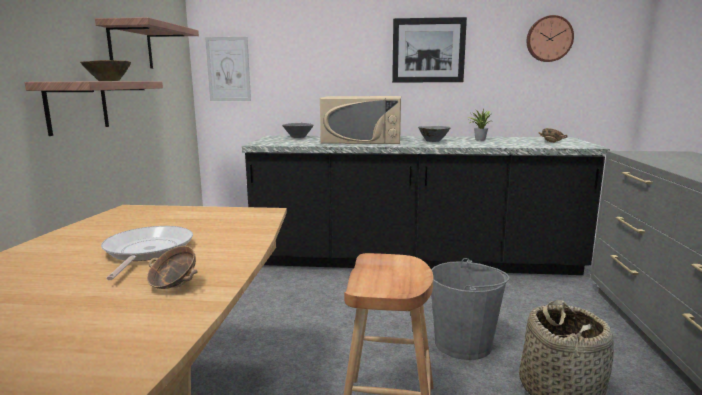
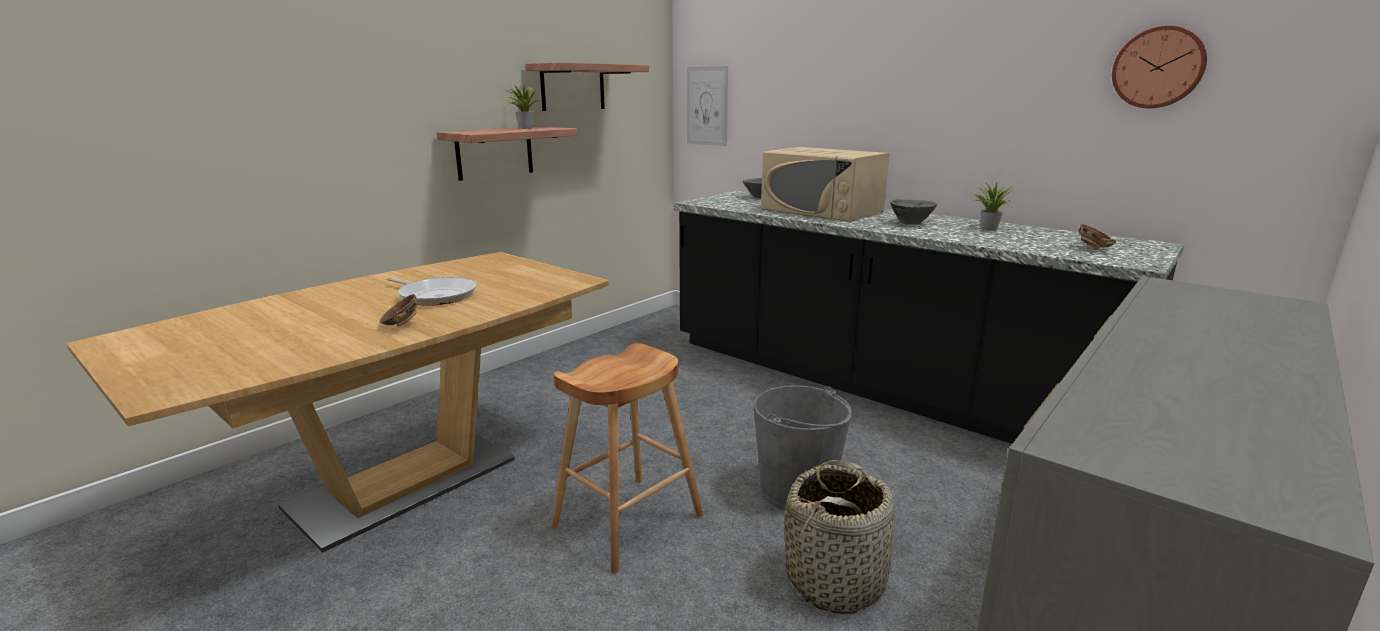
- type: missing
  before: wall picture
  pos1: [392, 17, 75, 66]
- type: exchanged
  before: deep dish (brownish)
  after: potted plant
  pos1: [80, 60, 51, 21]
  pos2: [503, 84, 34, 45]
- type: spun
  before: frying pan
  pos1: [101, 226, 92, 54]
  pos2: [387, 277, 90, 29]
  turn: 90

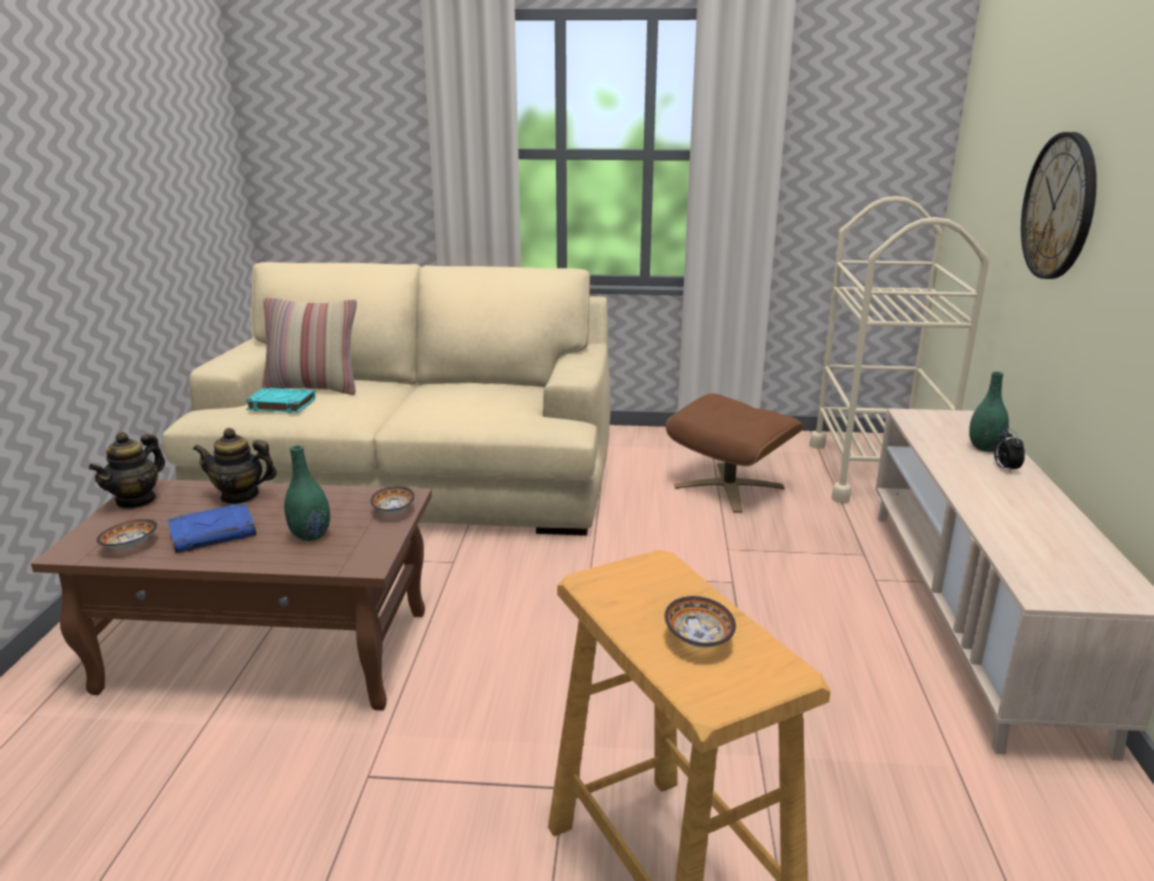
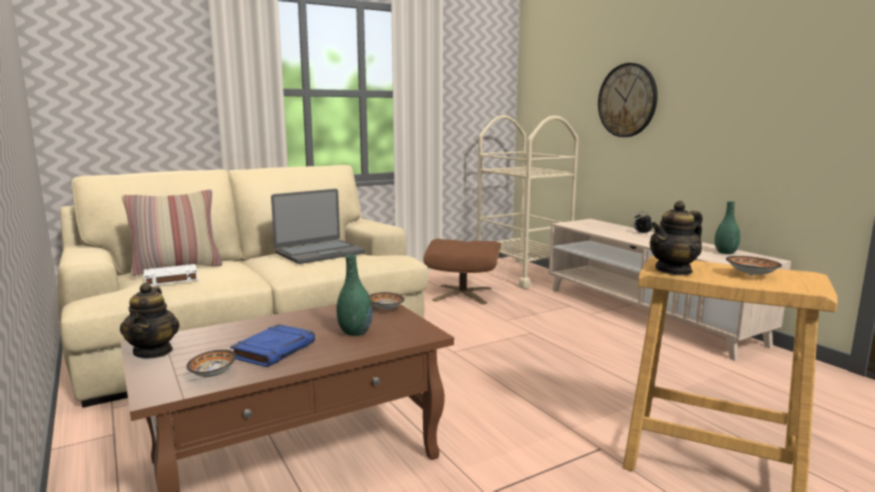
- type: appeared
  after: notebook computer
  pos2: [271, 189, 94, 75]
- type: relocated
  before: tea pot
  pos1: [193, 428, 84, 76]
  pos2: [650, 201, 53, 74]
- type: relocated
  before: decorative vase (green)
  pos1: [969, 372, 40, 80]
  pos2: [715, 201, 26, 53]
- type: colour
  before: bound book (turquoise)
  after: bound book (whitish)
  pos1: [245, 388, 70, 25]
  pos2: [144, 264, 55, 22]

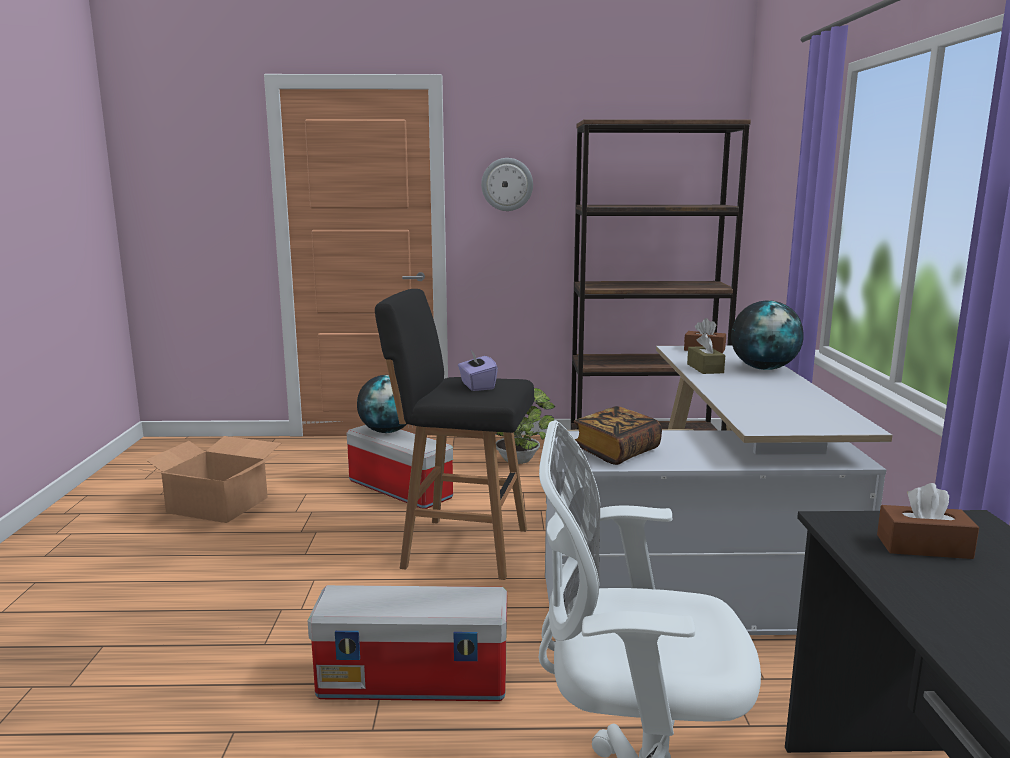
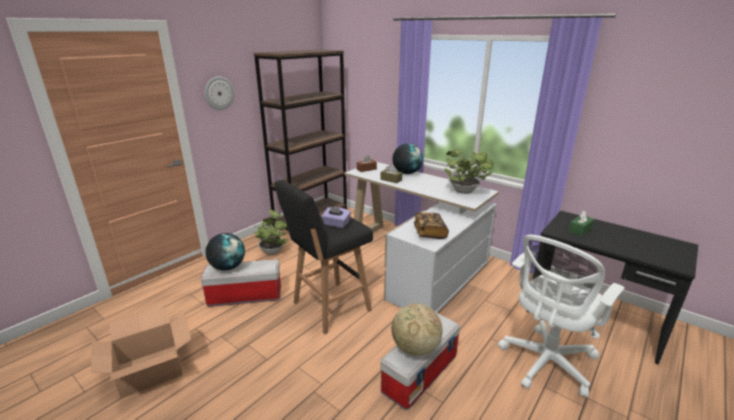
- type: appeared
  after: world globe
  pos2: [392, 303, 50, 53]
- type: appeared
  after: potted plant
  pos2: [444, 150, 49, 44]
- type: colour
  before: box of tissues (brownish)
  after: box of tissues (green)
  pos1: [877, 483, 102, 76]
  pos2: [568, 210, 27, 26]

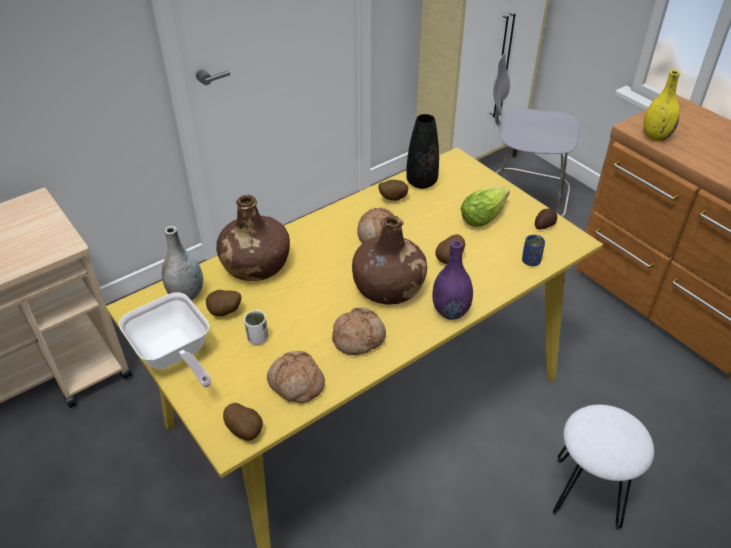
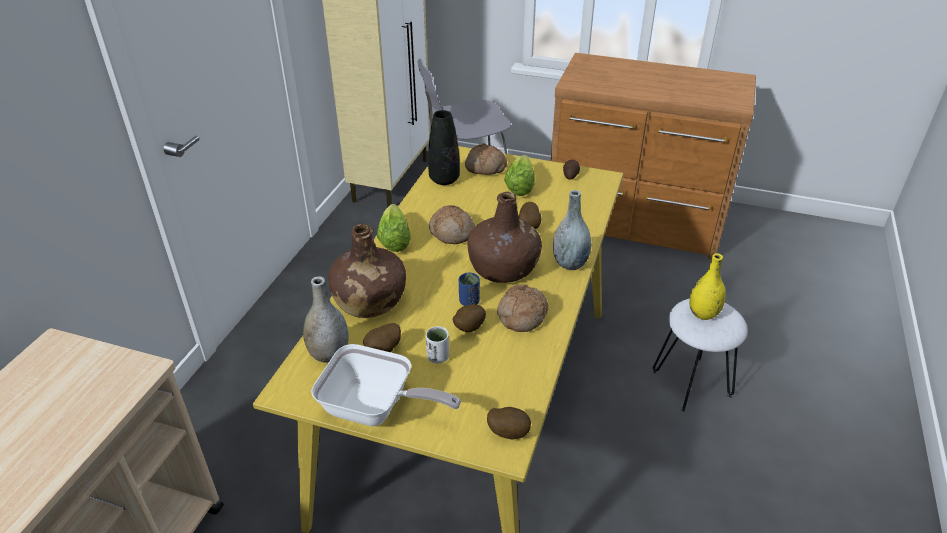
- type: appeared
  after: lettuce head
  pos2: [377, 204, 34, 48]
- type: relocated
  before: bakery bread
  pos1: [267, 351, 58, 52]
  pos2: [465, 143, 42, 32]
- type: relocated
  before: whole potato
  pos1: [379, 180, 29, 21]
  pos2: [453, 304, 33, 28]
- type: relocated
  before: drinking cup (blue-coloured)
  pos1: [522, 235, 23, 31]
  pos2: [459, 272, 21, 34]
- type: relocated
  before: decorative vase (yellow-coloured)
  pos1: [643, 70, 37, 71]
  pos2: [689, 253, 37, 67]
- type: colour
  before: decorative vase (purplish)
  after: decorative vase (grey)
  pos1: [432, 240, 41, 80]
  pos2: [553, 190, 38, 80]

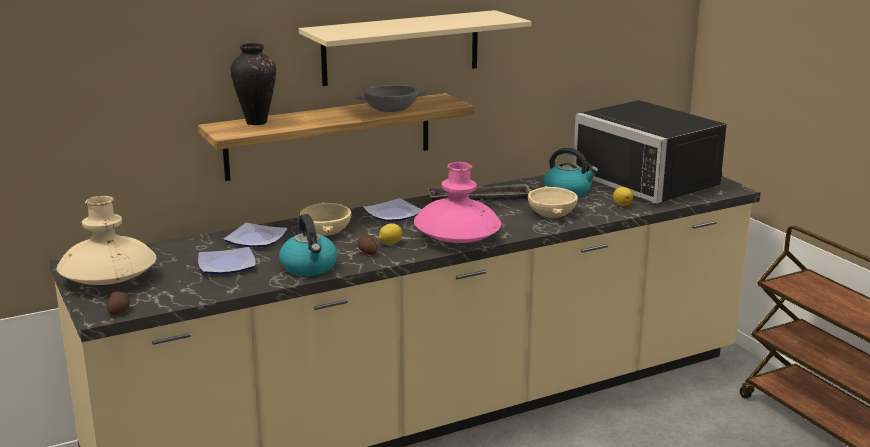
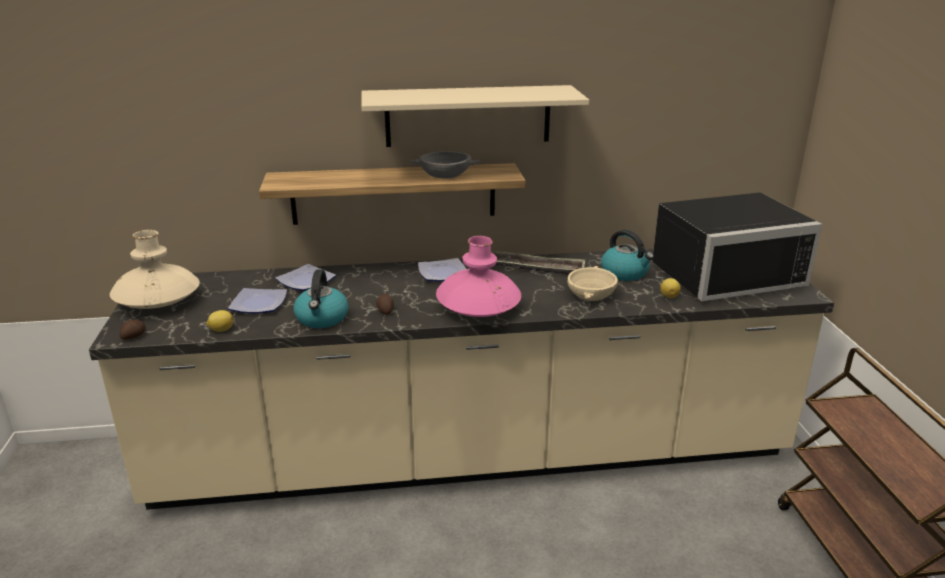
- type: missing
  before: decorative vase
  pos1: [230, 43, 46, 82]
- type: missing
  before: deep dish (sand-coloured)
  pos1: [299, 202, 53, 34]
- type: relocated
  before: whole lemon
  pos1: [378, 223, 24, 22]
  pos2: [206, 310, 27, 22]
- type: spun
  before: kitchen microwave (black)
  pos1: [573, 100, 154, 103]
  pos2: [652, 193, 170, 108]
  turn: -90

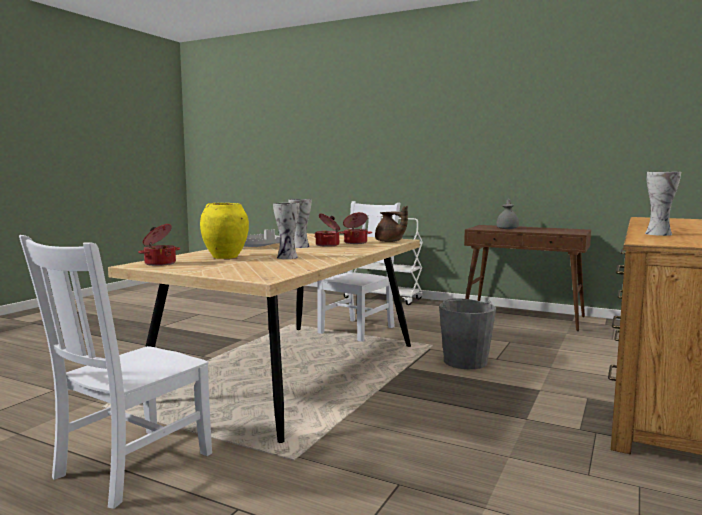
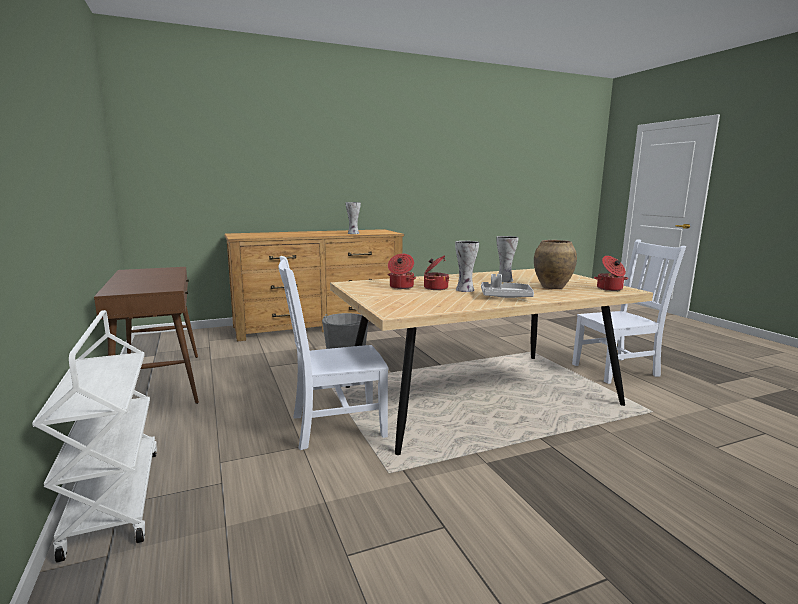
- type: missing
  before: tea pot (brownish)
  pos1: [375, 206, 33, 36]
- type: missing
  before: tea pot (grey)
  pos1: [497, 199, 22, 30]
- type: colour
  before: decorative vase (yellow-coloured)
  after: decorative vase (brownish)
  pos1: [200, 203, 49, 56]
  pos2: [534, 240, 43, 49]

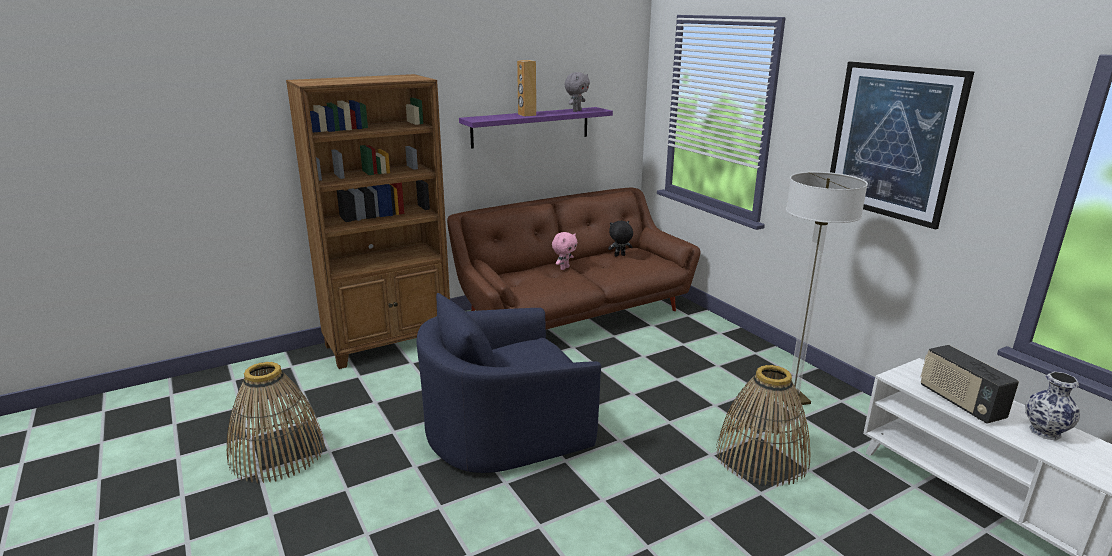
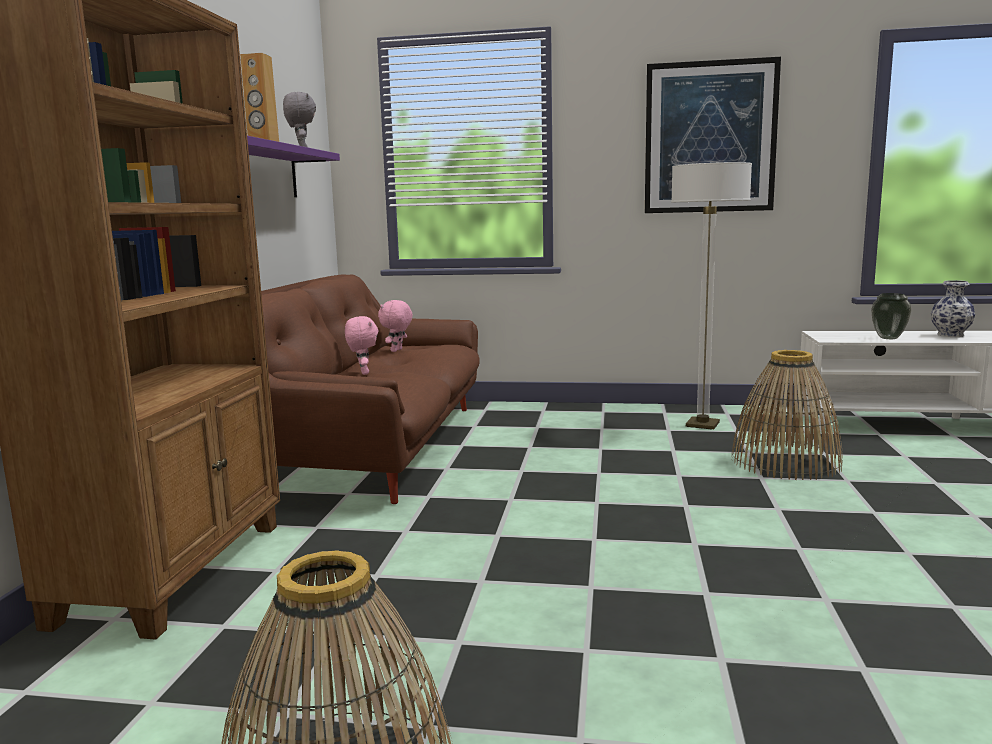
- type: missing
  before: armchair (blue-coloured)
  pos1: [417, 293, 184, 180]
- type: exchanged
  before: radio set
  after: decorative vase
  pos1: [921, 345, 98, 79]
  pos2: [871, 293, 40, 46]
- type: colour
  before: plush toy (black)
  after: plush toy (pink-coloured)
  pos1: [608, 221, 25, 35]
  pos2: [378, 300, 35, 52]

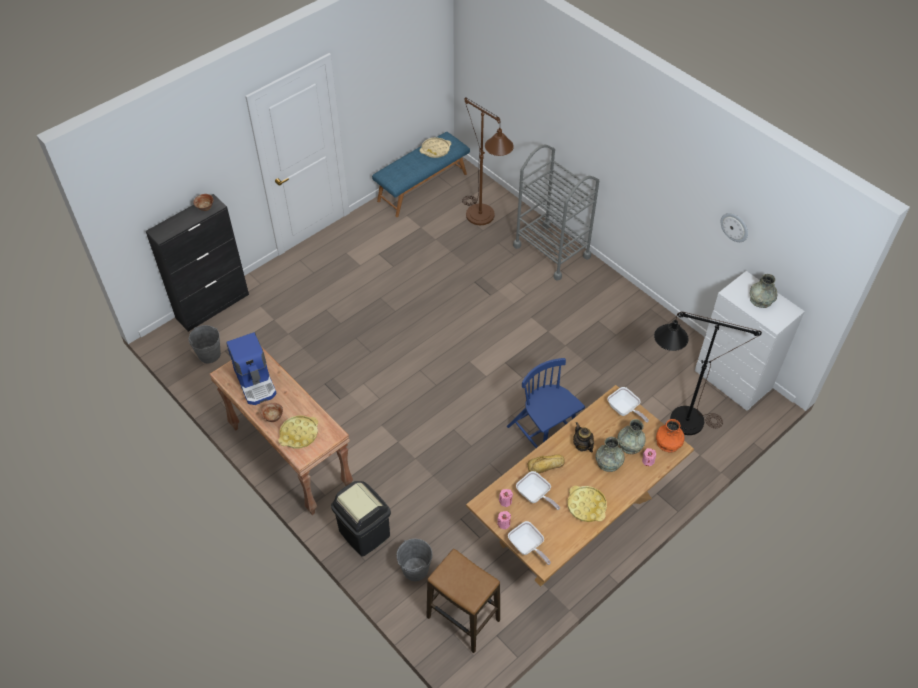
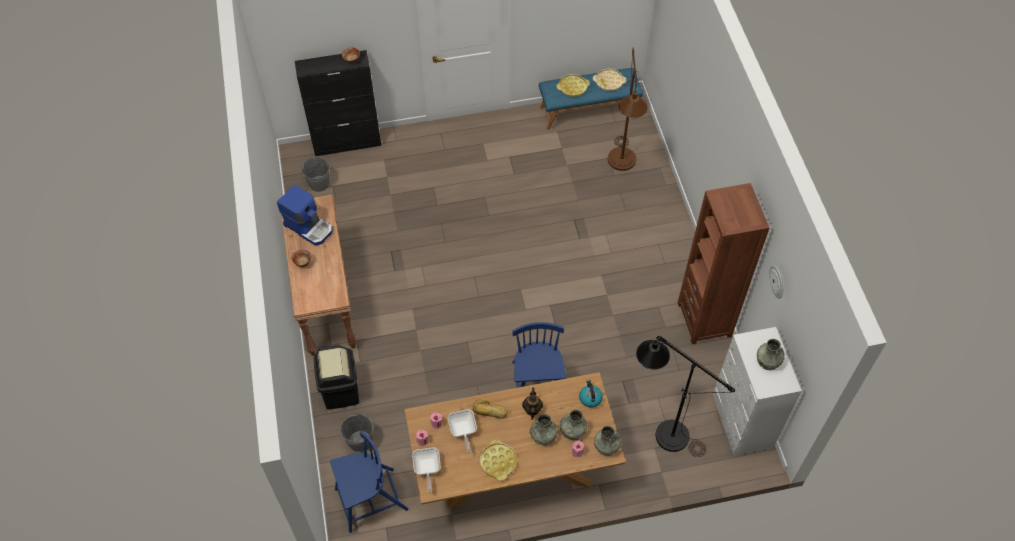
- type: missing
  before: wheeled cart (grey)
  pos1: [513, 144, 86, 137]
- type: appeared
  after: bookshelf (brownish)
  pos2: [678, 183, 91, 161]
- type: relocated
  before: tray (yellow-coloured)
  pos1: [279, 415, 39, 33]
  pos2: [556, 74, 34, 23]
- type: exchanged
  before: stool
  after: chair (blue-coloured)
  pos1: [426, 549, 74, 104]
  pos2: [330, 431, 78, 102]
- type: exchanged
  before: frying pan
  after: kettle
  pos1: [607, 387, 42, 36]
  pos2: [579, 379, 24, 29]
- type: colour
  before: decorative vase (orange-coloured)
  after: decorative vase (grey)
  pos1: [656, 419, 28, 34]
  pos2: [594, 426, 28, 30]
- type: spun
  before: coffee machine
  pos1: [226, 332, 51, 73]
  pos2: [277, 184, 56, 62]
  turn: -60

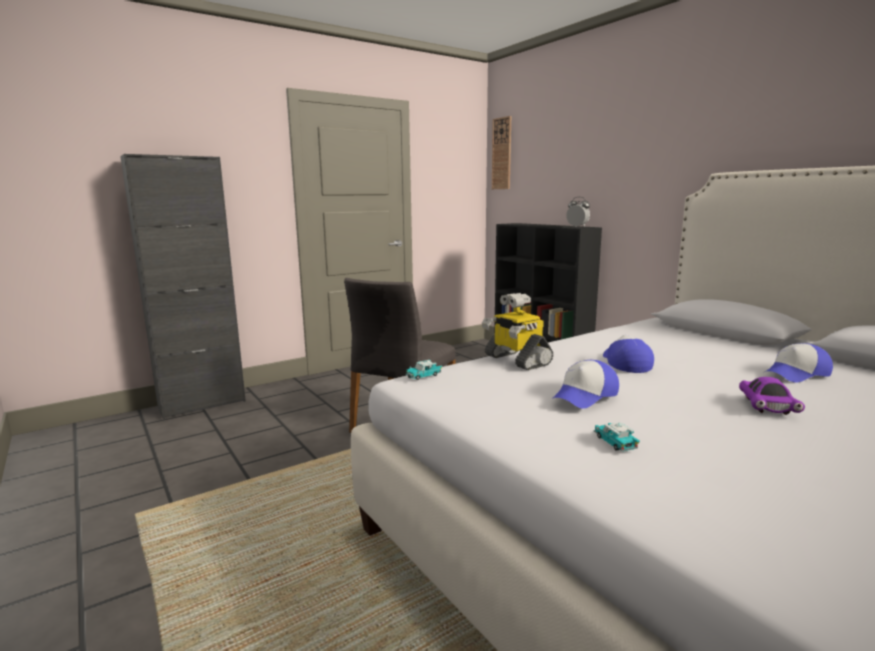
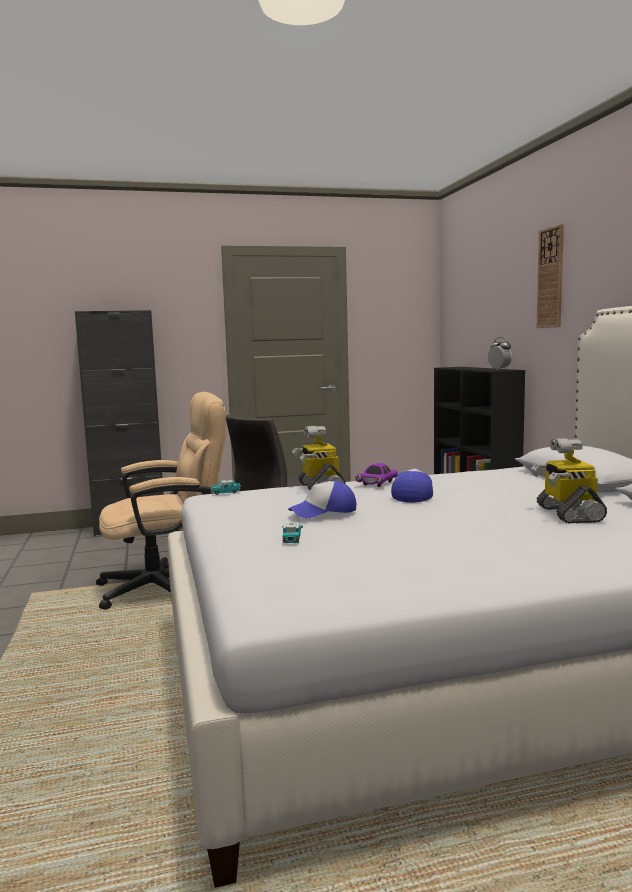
- type: appeared
  after: office chair (sand-coloured)
  pos2: [96, 392, 130, 218]
- type: relocated
  before: wall clock
  pos1: [492, 116, 19, 73]
  pos2: [537, 224, 27, 104]
- type: relocated
  before: toy car (purplish)
  pos1: [739, 377, 66, 38]
  pos2: [355, 463, 43, 24]
- type: exchanged
  before: peaked cap
  after: robot figure
  pos1: [765, 343, 68, 40]
  pos2: [531, 438, 76, 86]

